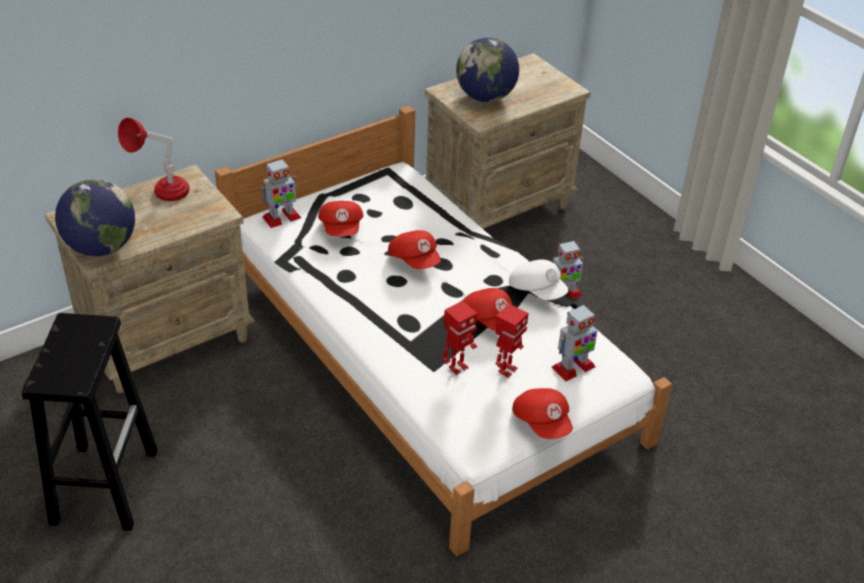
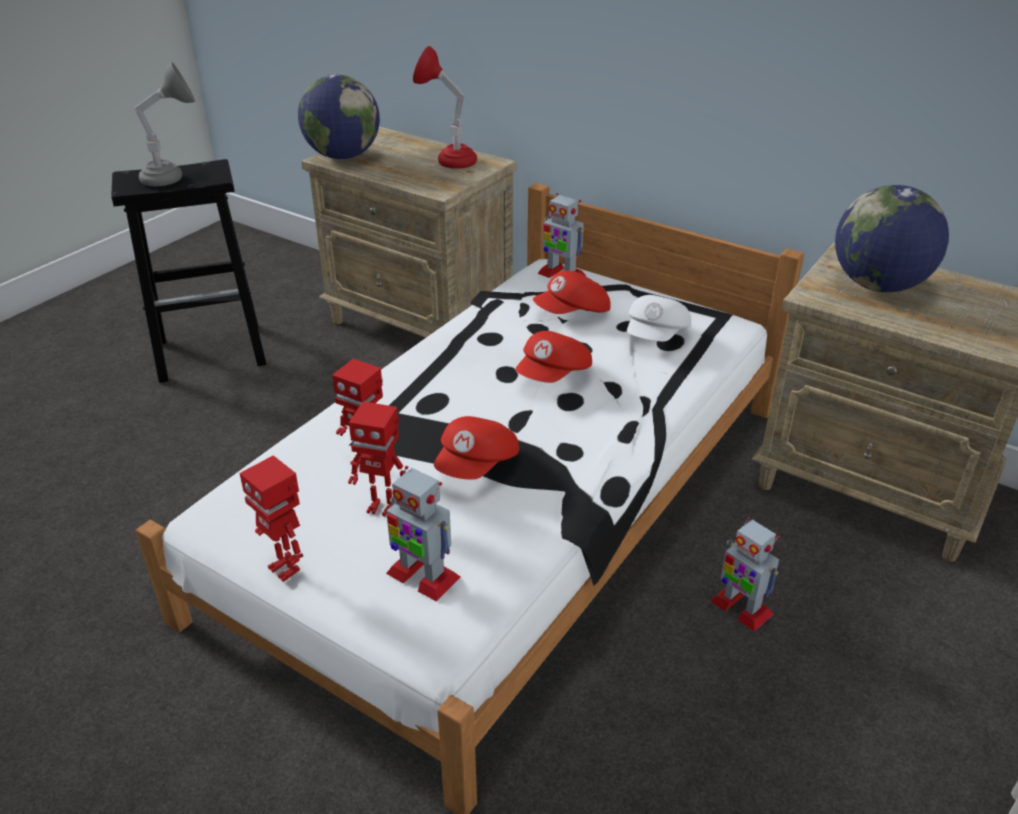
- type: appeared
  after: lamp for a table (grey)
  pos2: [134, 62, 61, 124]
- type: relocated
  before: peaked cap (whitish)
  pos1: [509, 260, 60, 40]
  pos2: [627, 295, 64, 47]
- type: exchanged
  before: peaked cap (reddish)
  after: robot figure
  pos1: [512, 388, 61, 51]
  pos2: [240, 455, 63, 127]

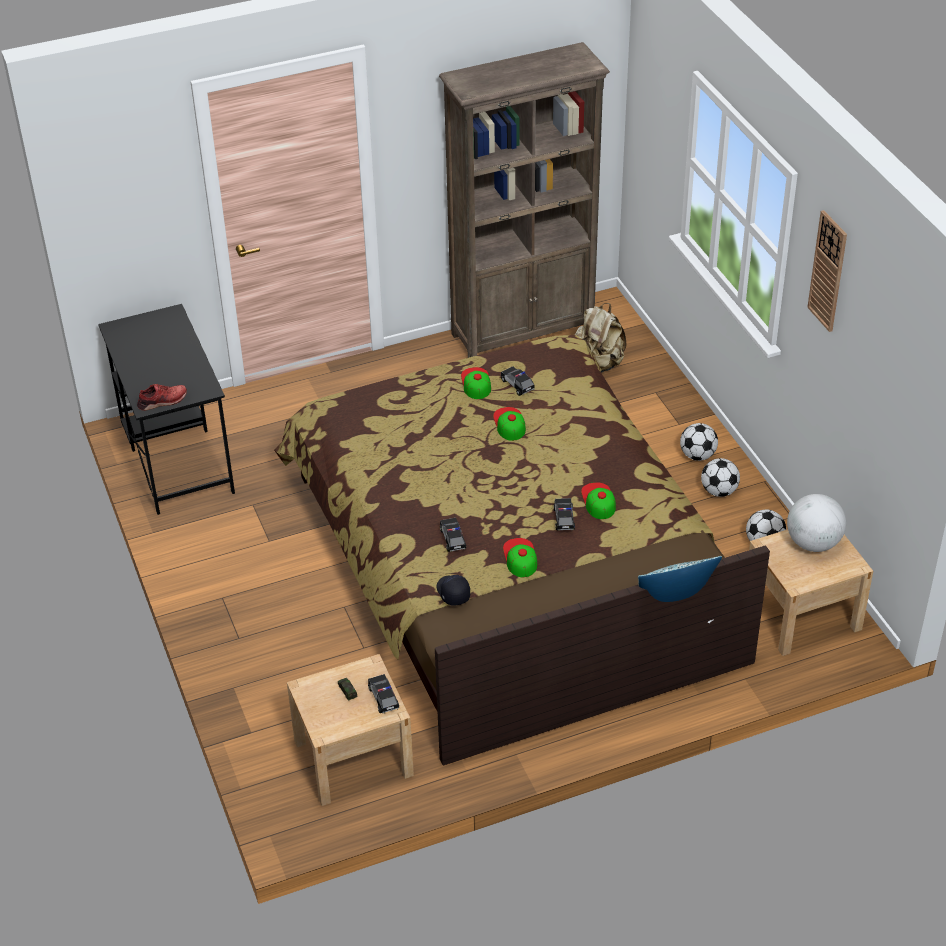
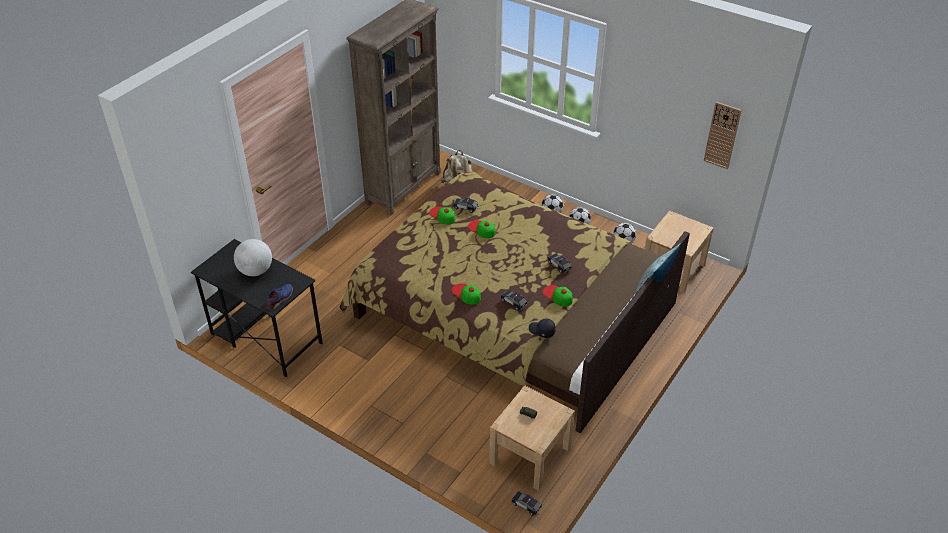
- type: relocated
  before: toy car
  pos1: [368, 674, 31, 40]
  pos2: [511, 491, 31, 25]
- type: relocated
  before: peaked cap
  pos1: [581, 482, 35, 37]
  pos2: [452, 283, 29, 22]
- type: relocated
  before: world globe
  pos1: [787, 494, 59, 58]
  pos2: [234, 239, 38, 37]
- type: relocated
  before: wall clock
  pos1: [807, 210, 40, 122]
  pos2: [704, 102, 37, 67]
- type: colour
  before: low shoe (reddish)
  after: low shoe (blue-coloured)
  pos1: [137, 384, 50, 27]
  pos2: [266, 284, 27, 26]

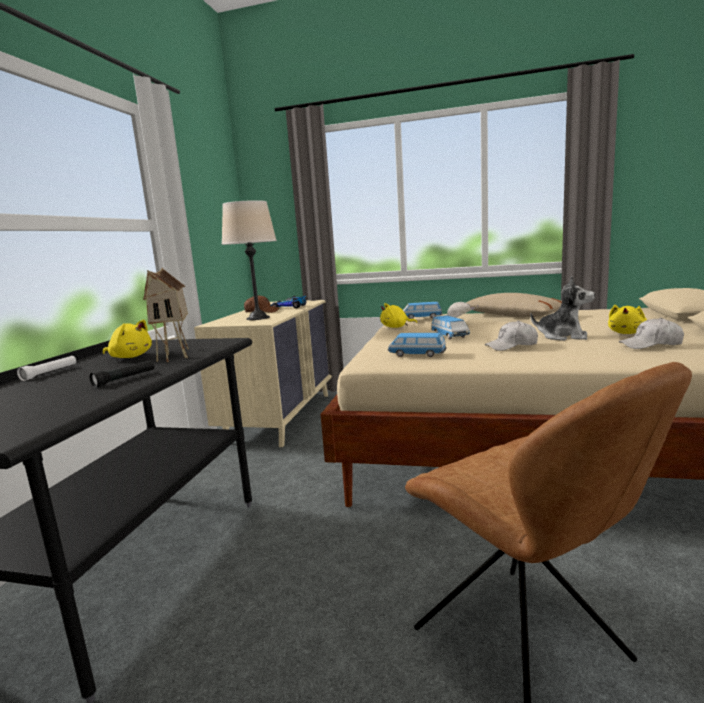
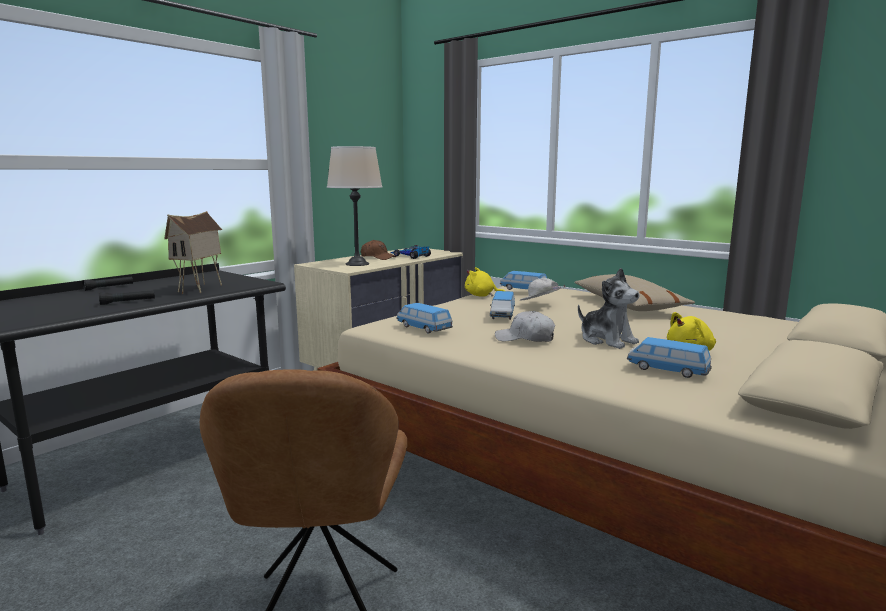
- type: missing
  before: plush toy (yellow-coloured)
  pos1: [103, 320, 49, 38]
- type: exchanged
  before: peaked cap (whitish)
  after: toy car
  pos1: [619, 318, 65, 31]
  pos2: [627, 337, 85, 41]
- type: colour
  before: flashlight (whitish)
  after: flashlight (black)
  pos1: [17, 356, 59, 25]
  pos2: [82, 276, 51, 15]

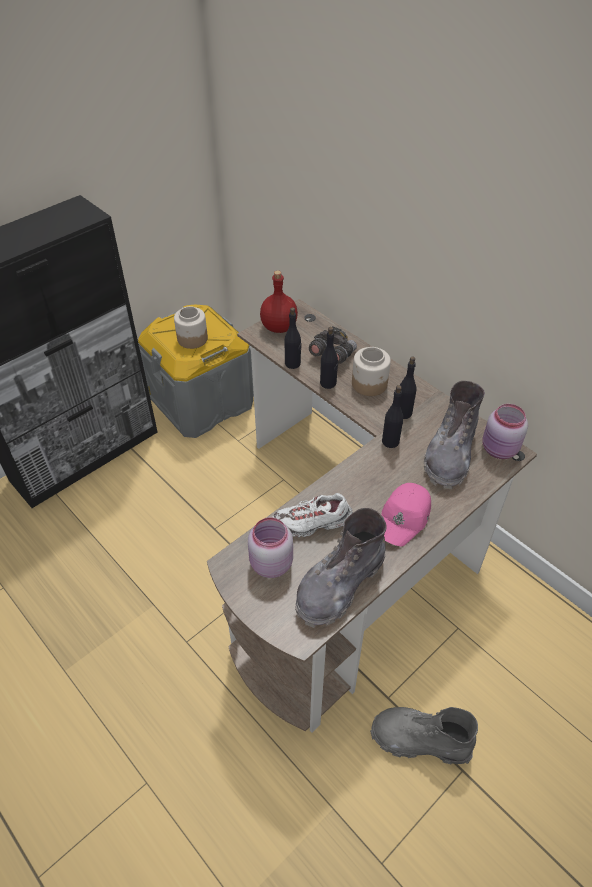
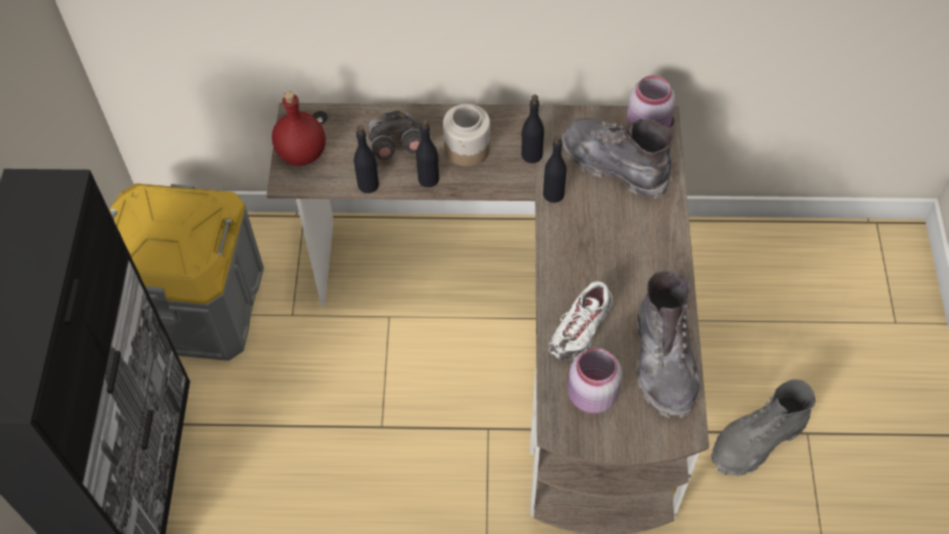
- type: missing
  before: jar
  pos1: [174, 306, 34, 43]
- type: missing
  before: peaked cap (pink-coloured)
  pos1: [381, 483, 50, 64]
- type: spun
  before: high-top boot (grey)
  pos1: [424, 381, 61, 108]
  pos2: [562, 118, 111, 81]
  turn: 150

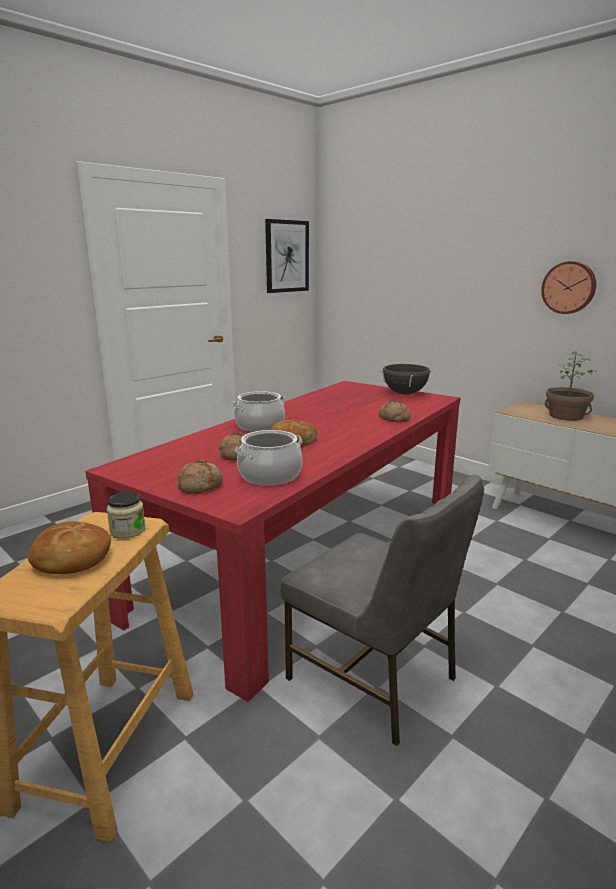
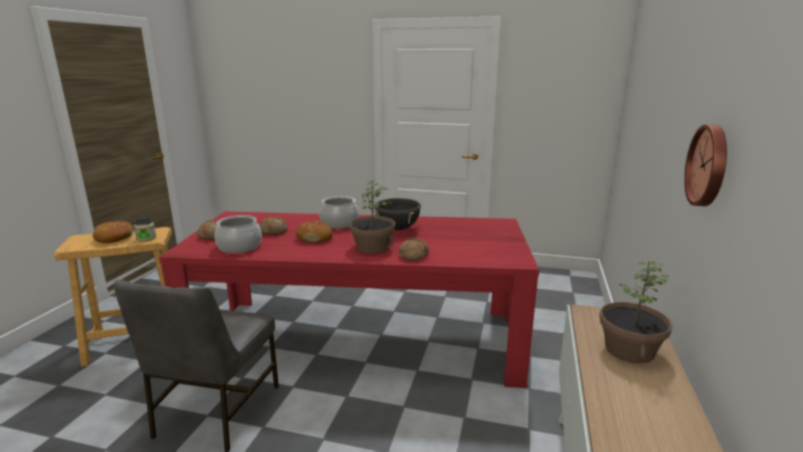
- type: missing
  before: wall picture
  pos1: [265, 219, 44, 74]
- type: appeared
  after: potted plant
  pos2: [349, 181, 46, 73]
- type: relocated
  before: saucepot (black)
  pos1: [377, 364, 58, 31]
  pos2: [373, 198, 49, 32]

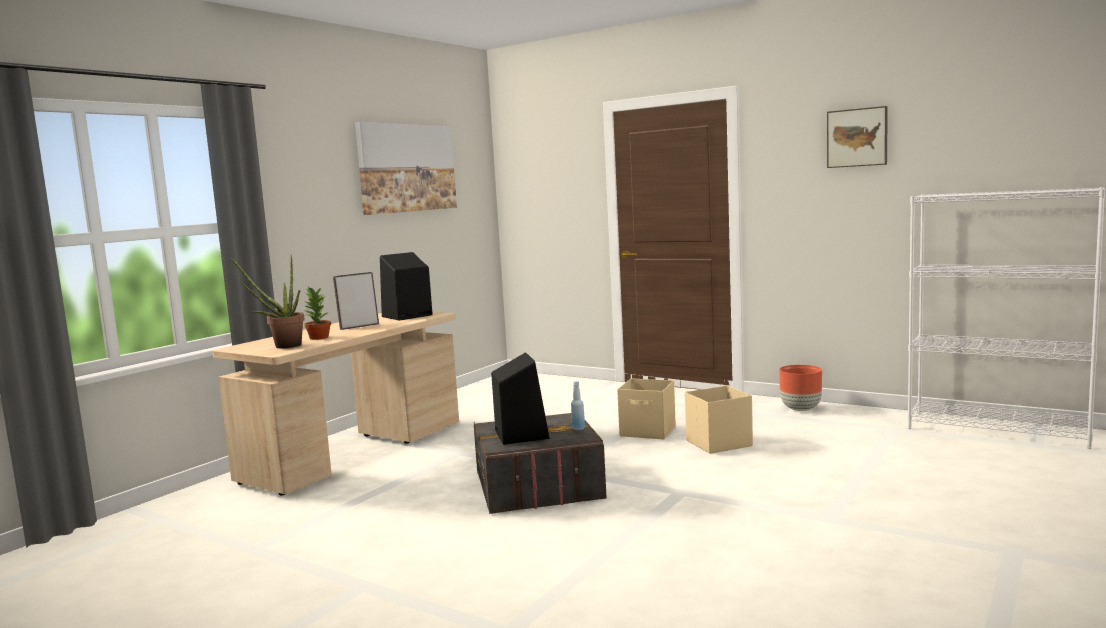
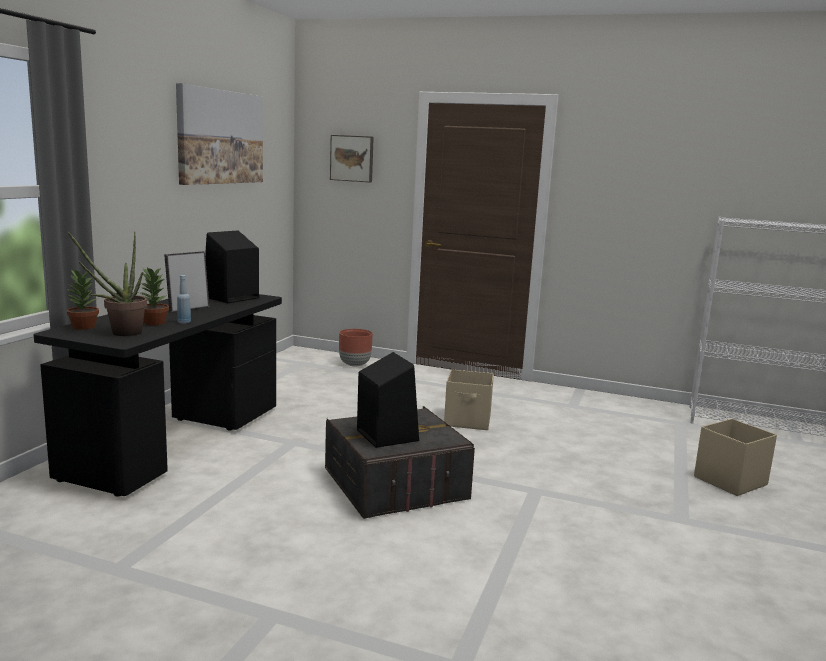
- type: appeared
  after: potted plant
  pos2: [66, 269, 33, 61]
- type: relocated
  before: beverage bottle (blue-coloured)
  pos1: [571, 381, 14, 49]
  pos2: [177, 275, 14, 49]
- type: relocated
  before: storage bin (sand-coloured)
  pos1: [685, 385, 68, 69]
  pos2: [694, 419, 83, 77]
- type: relocated
  before: plant pot (brownish)
  pos1: [779, 365, 43, 46]
  pos2: [339, 329, 34, 37]
- type: relocated
  before: wall picture
  pos1: [827, 106, 61, 62]
  pos2: [330, 135, 44, 47]
- type: colour
  before: desk (sand-coloured)
  after: desk (black)
  pos1: [213, 312, 246, 184]
  pos2: [33, 294, 249, 203]

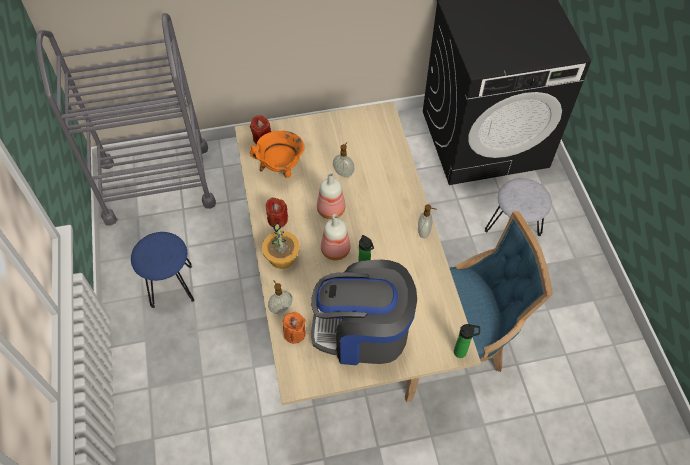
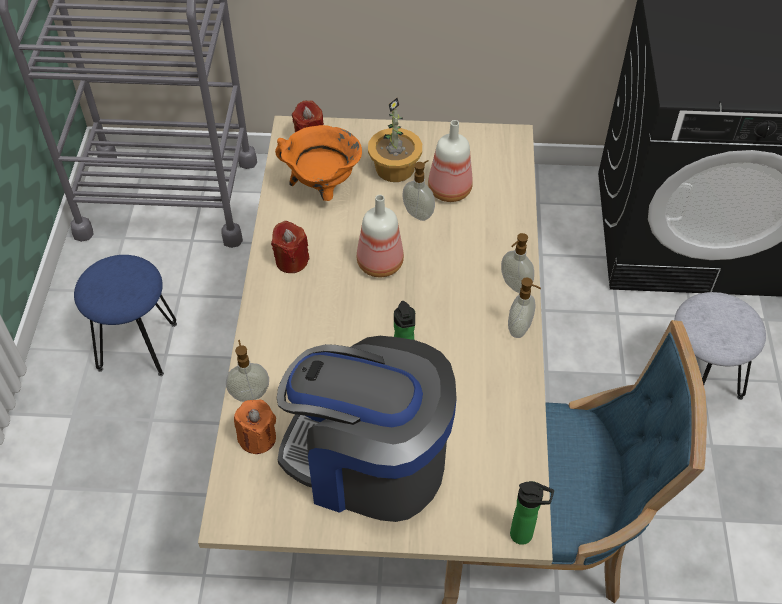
- type: appeared
  after: soap dispenser
  pos2: [501, 233, 33, 60]
- type: relocated
  before: potted plant
  pos1: [262, 222, 38, 47]
  pos2: [368, 97, 54, 85]
- type: relocated
  before: beverage bottle
  pos1: [321, 214, 29, 46]
  pos2: [428, 120, 45, 82]

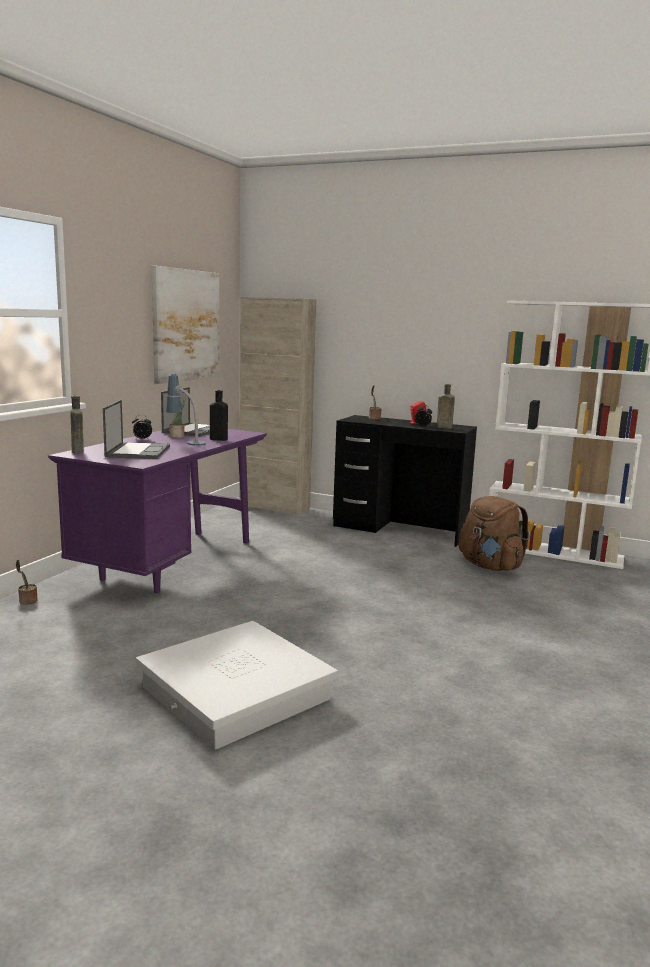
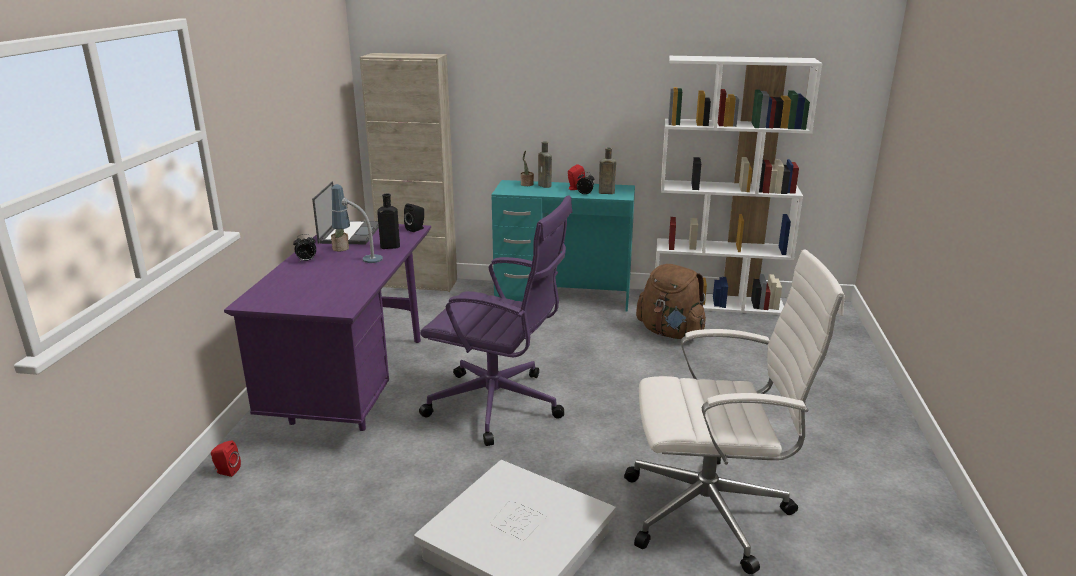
- type: missing
  before: notebook computer
  pos1: [103, 400, 67, 59]
- type: missing
  before: wall picture
  pos1: [152, 266, 67, 118]
- type: appeared
  after: speaker (black)
  pos2: [404, 203, 20, 29]
- type: appeared
  after: office chair (purplish)
  pos2: [419, 195, 153, 251]
- type: appeared
  after: office chair (whitish)
  pos2: [624, 249, 221, 326]
- type: relocated
  before: beverage bottle (brownish)
  pos1: [70, 396, 14, 57]
  pos2: [538, 141, 14, 47]
- type: exchanged
  before: potted plant
  after: speaker (reddish)
  pos1: [16, 560, 22, 45]
  pos2: [211, 440, 30, 37]
- type: colour
  before: desk (black)
  after: desk (turquoise)
  pos1: [333, 415, 144, 132]
  pos2: [491, 180, 144, 132]

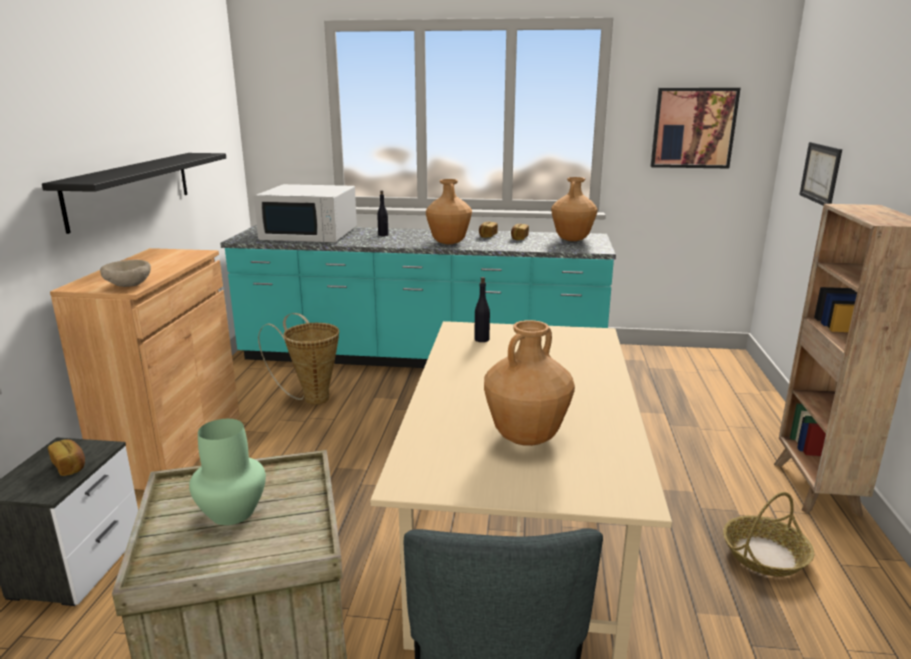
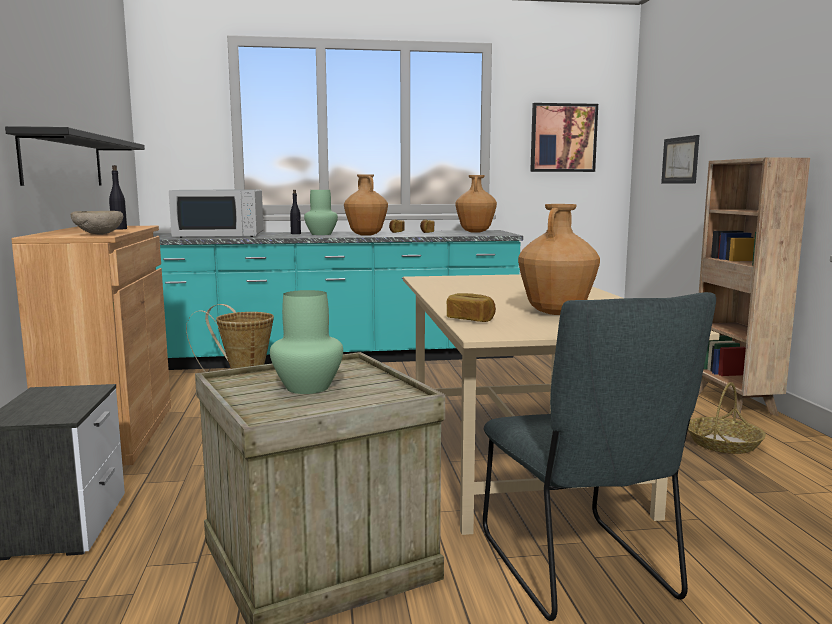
- type: appeared
  after: decorative vase (green)
  pos2: [304, 190, 34, 45]
- type: relocated
  before: bakery bread
  pos1: [48, 439, 37, 37]
  pos2: [447, 293, 49, 29]
- type: relocated
  before: beverage bottle (black)
  pos1: [474, 277, 16, 65]
  pos2: [109, 165, 18, 65]

